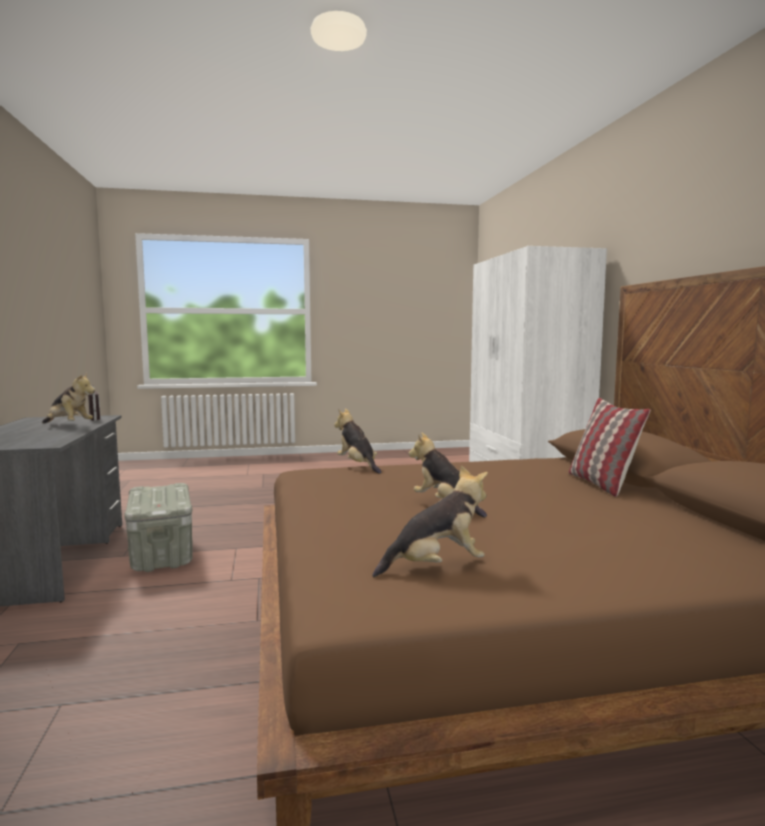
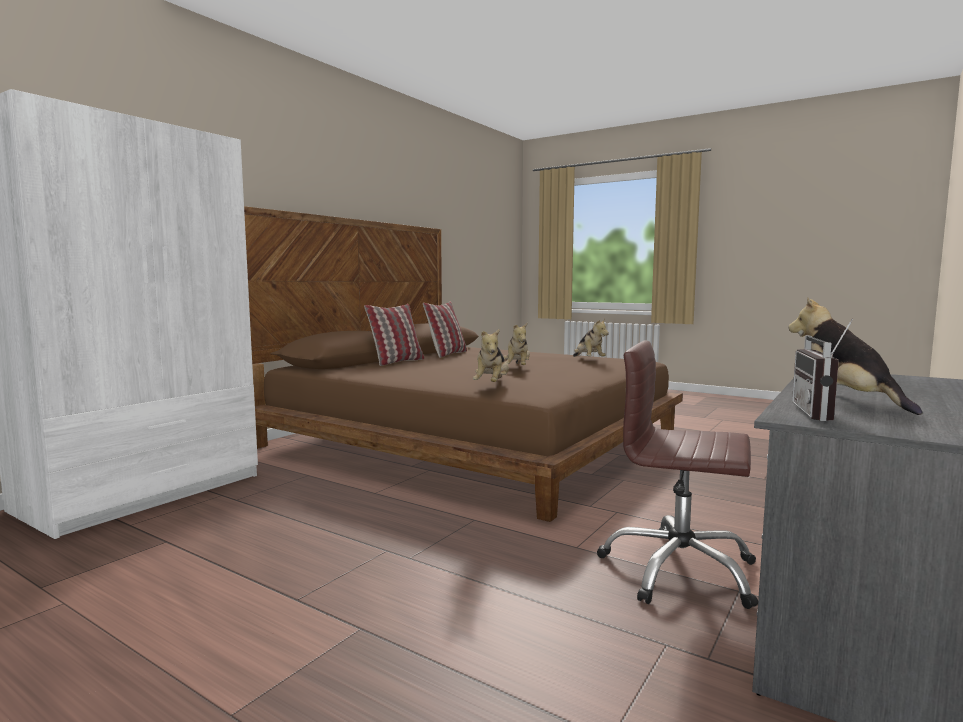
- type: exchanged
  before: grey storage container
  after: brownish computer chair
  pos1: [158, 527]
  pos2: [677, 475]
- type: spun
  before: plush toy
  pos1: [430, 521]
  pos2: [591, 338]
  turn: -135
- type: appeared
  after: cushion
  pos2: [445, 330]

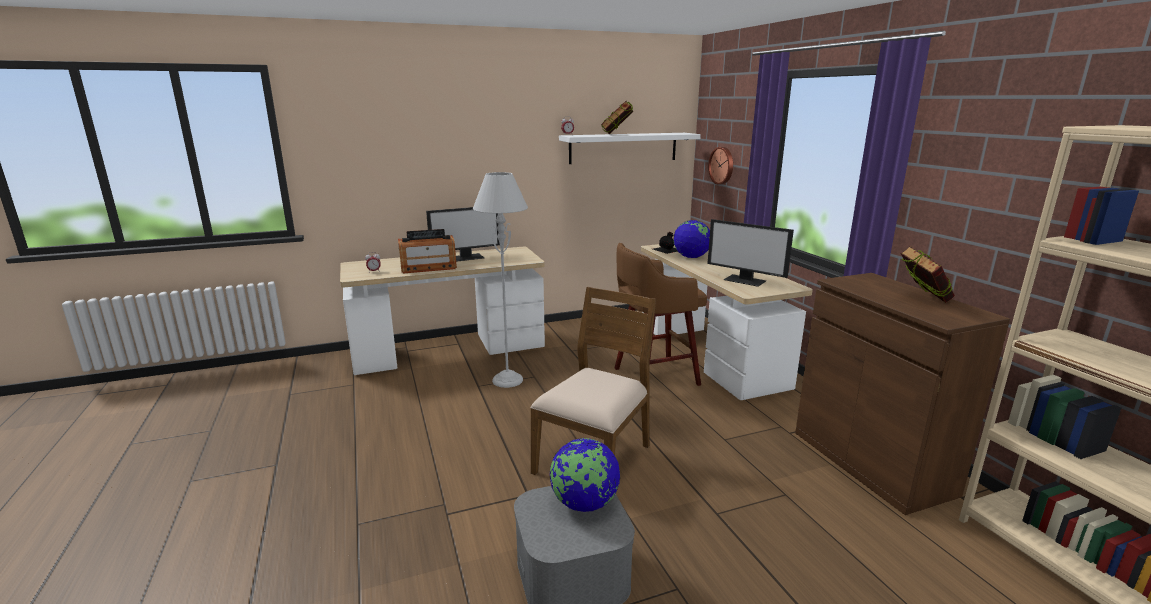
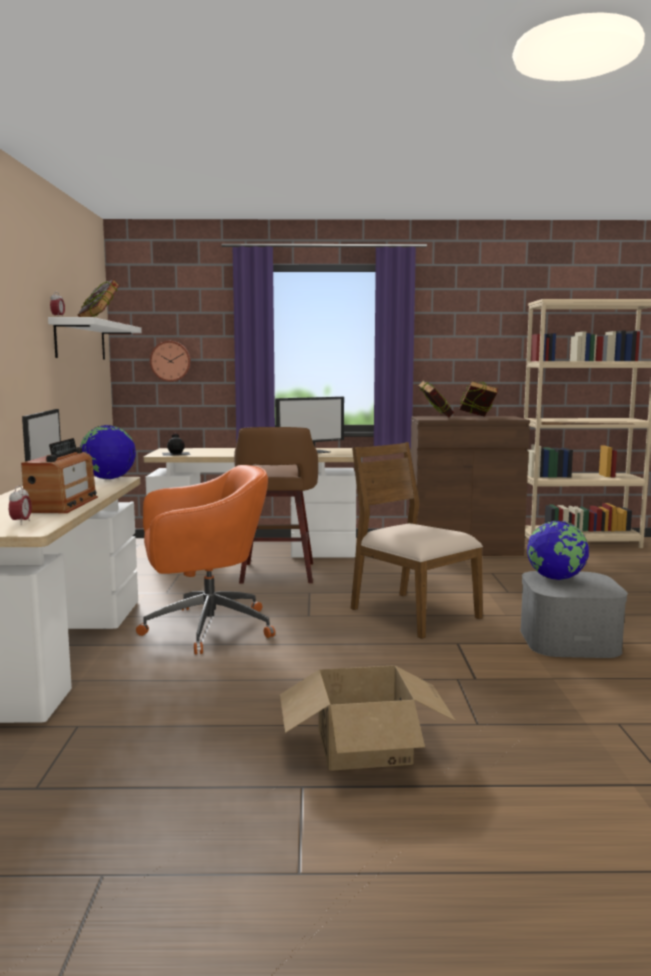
- type: exchanged
  before: grey standing lamp
  after: orange-coloured computer chair
  pos1: [500, 280]
  pos2: [205, 560]
- type: relocated
  before: globe
  pos1: [691, 239]
  pos2: [108, 452]
- type: appeared
  after: cardboard box
  pos2: [367, 718]
- type: appeared
  after: bound book
  pos2: [436, 398]

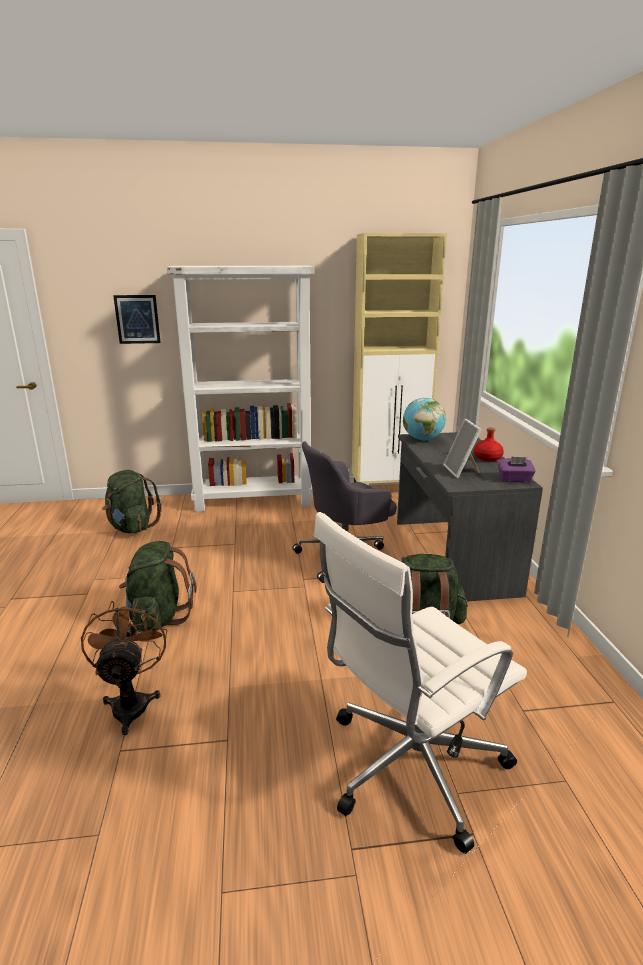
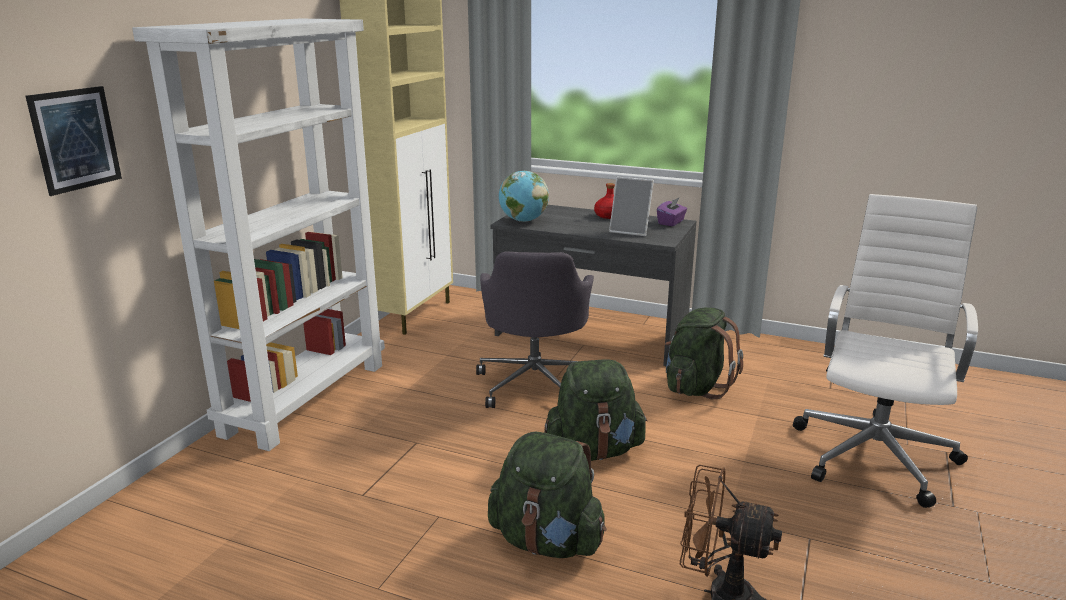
- type: relocated
  before: greenish knapsack
  pos1: [132, 501]
  pos2: [595, 410]
- type: spun
  before: white computer chair
  pos1: [420, 683]
  pos2: [885, 351]
  turn: -150

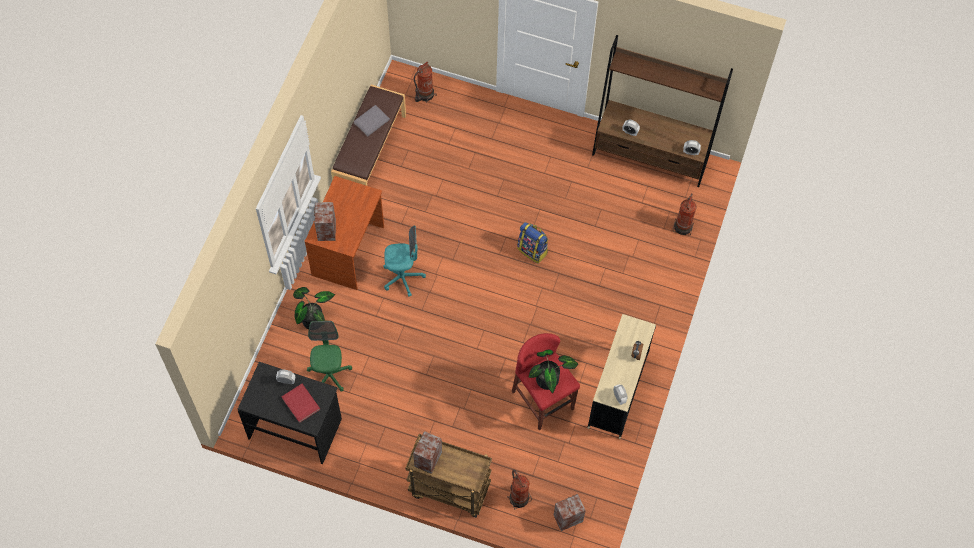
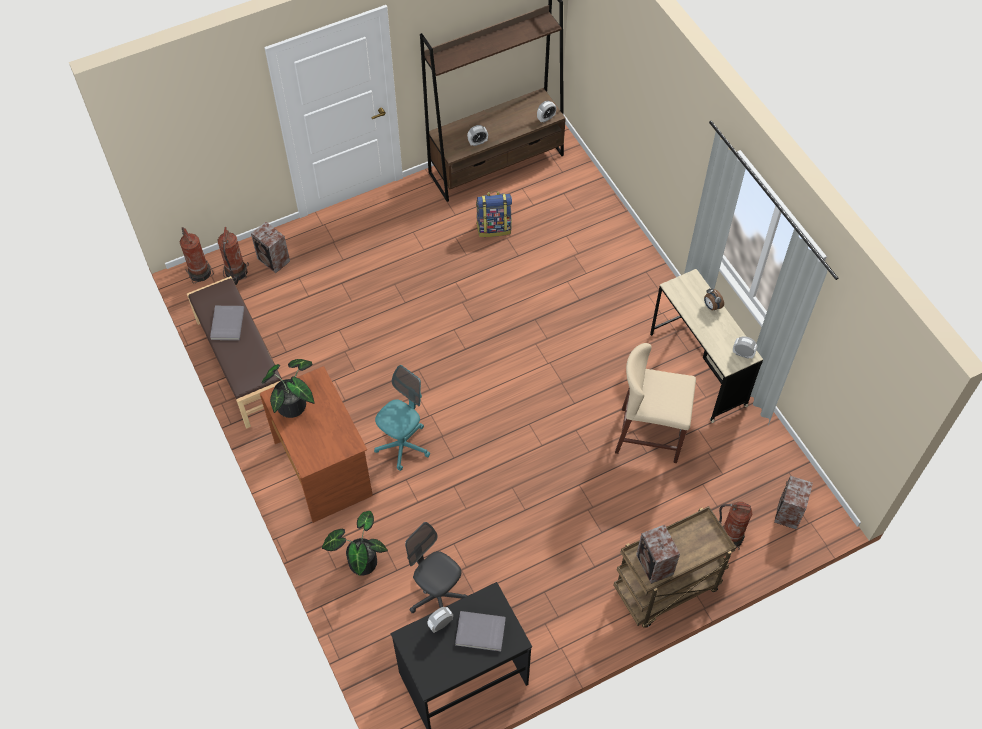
- type: colour
  before: reddish bound book
  after: grey bound book
  pos1: [300, 403]
  pos2: [480, 631]
- type: colour
  before: greenish computer chair
  after: grey computer chair
  pos1: [329, 356]
  pos2: [436, 567]
- type: relocated
  before: speaker
  pos1: [325, 221]
  pos2: [270, 247]
- type: colour
  before: reddish sitting stool
  after: sand-coloured sitting stool
  pos1: [546, 381]
  pos2: [655, 403]
- type: relocated
  before: knapsack
  pos1: [533, 243]
  pos2: [494, 214]
- type: relocated
  before: plant in a pot
  pos1: [553, 372]
  pos2: [288, 388]
- type: relocated
  before: fire extinguisher
  pos1: [684, 214]
  pos2: [197, 255]

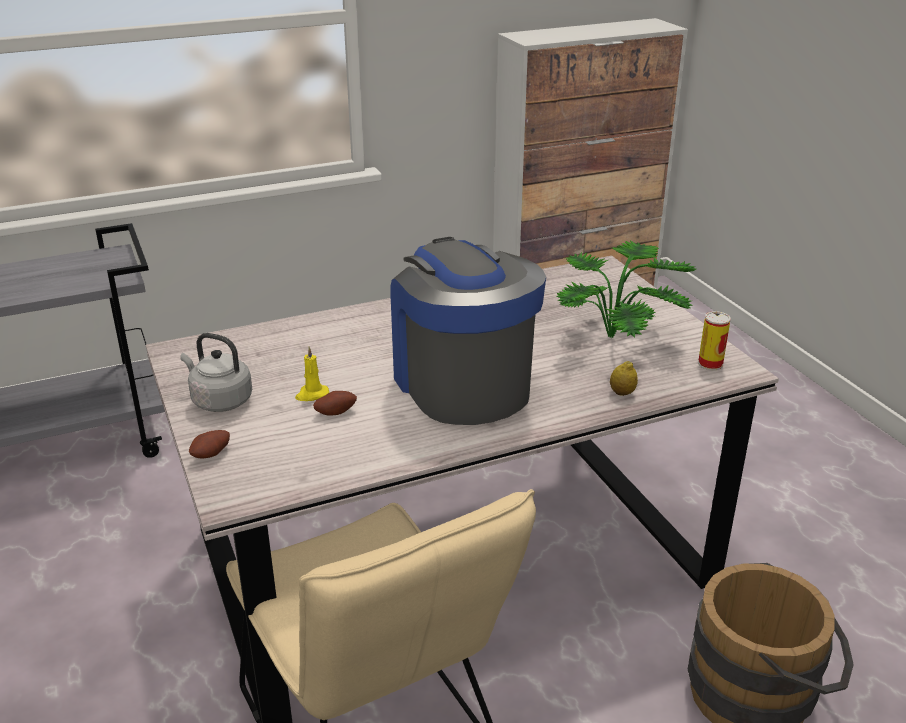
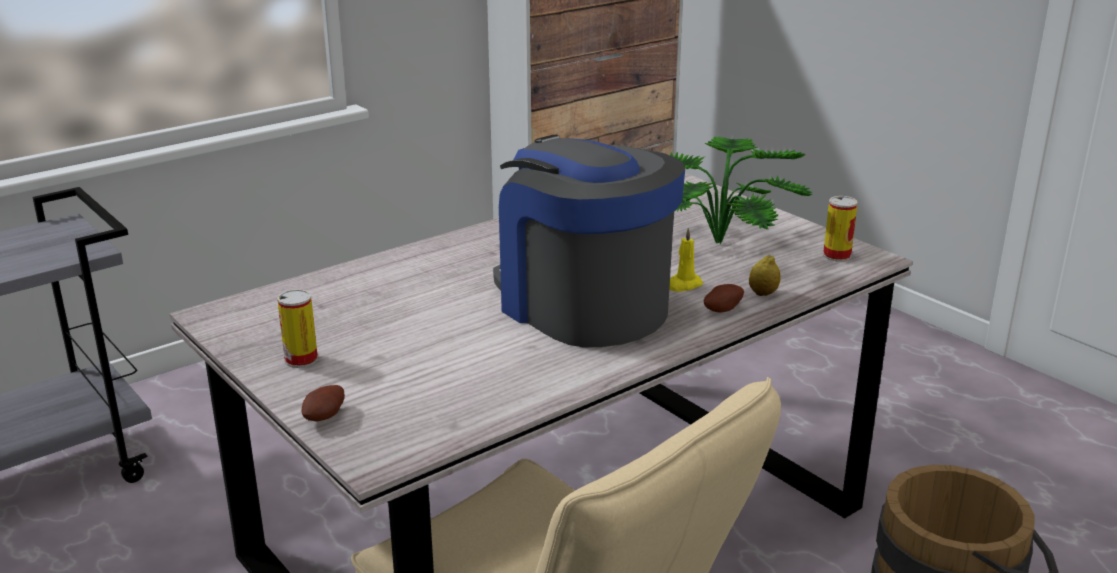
- type: exchanged
  before: grey tea kettle
  after: sealed can
  pos1: [216, 372]
  pos2: [297, 328]
- type: relocated
  before: yellowish wax light
  pos1: [312, 374]
  pos2: [686, 260]
- type: relocated
  before: whole potato
  pos1: [335, 403]
  pos2: [724, 298]

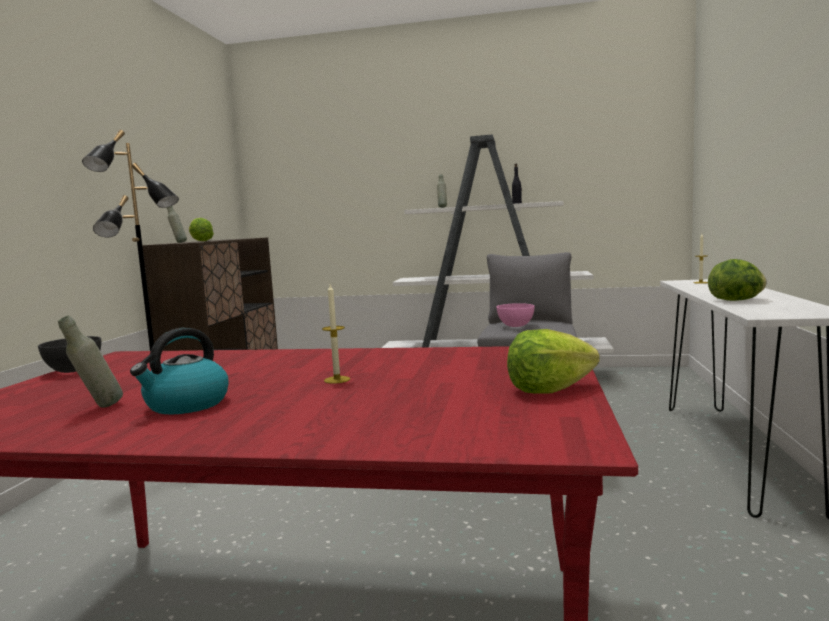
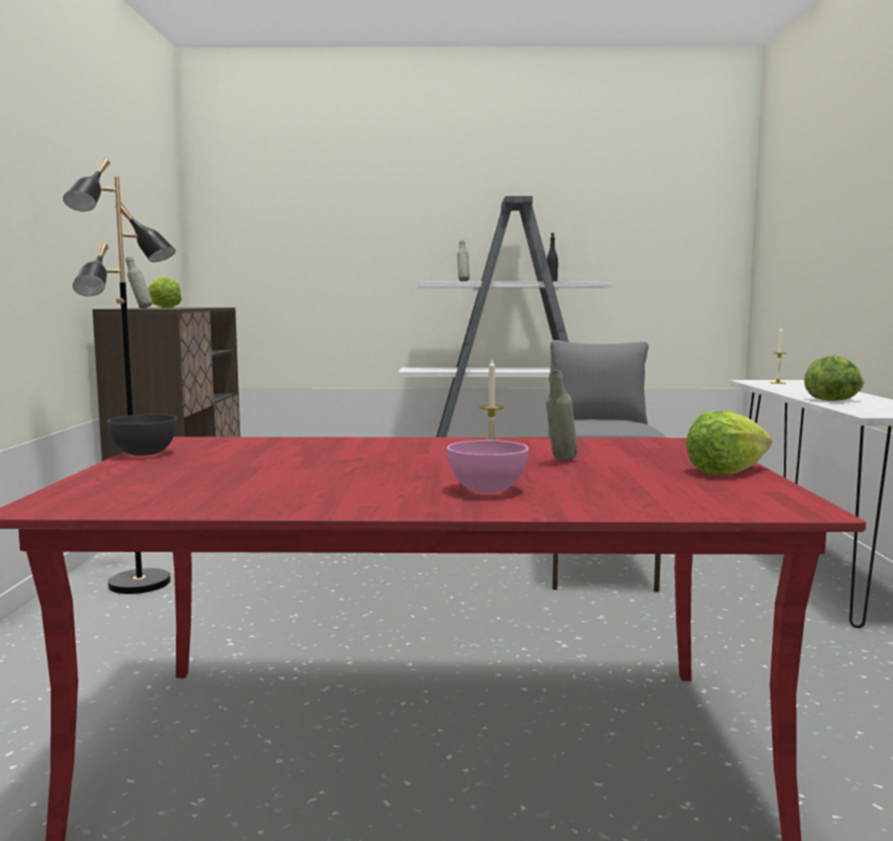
- type: relocated
  before: grey drink bottle
  pos1: [90, 362]
  pos2: [561, 415]
- type: missing
  before: tea kettle
  pos1: [179, 370]
- type: relocated
  before: pink-coloured deep dish
  pos1: [516, 315]
  pos2: [488, 466]

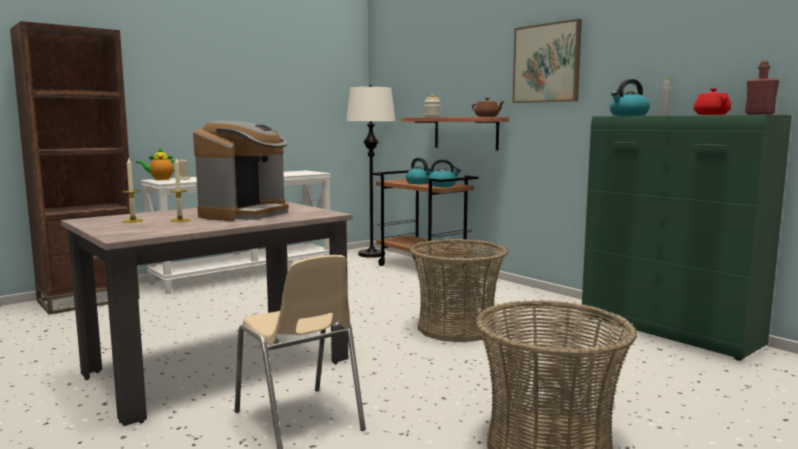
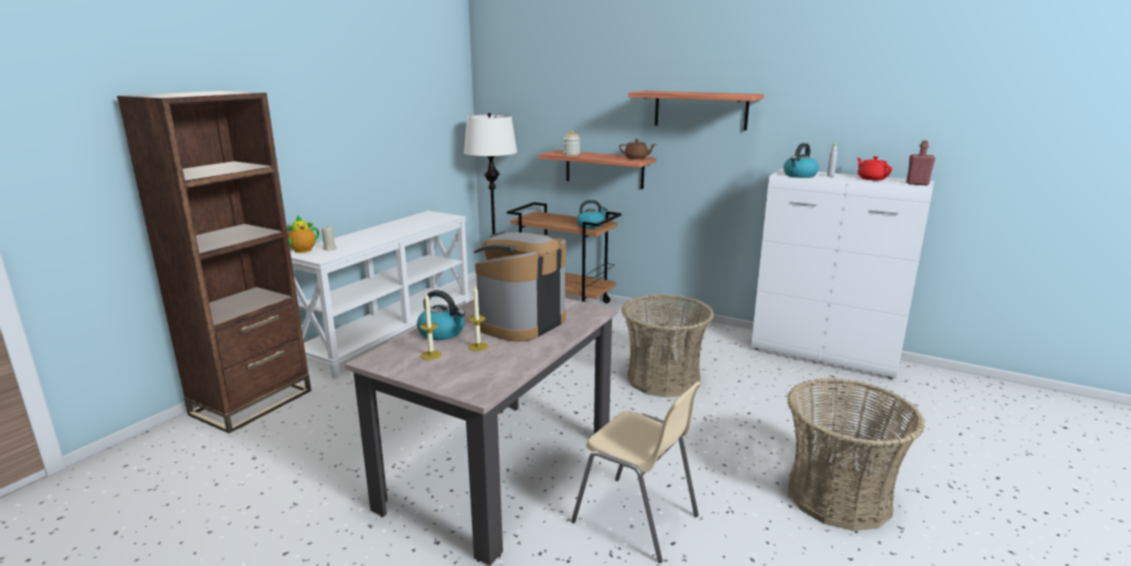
- type: spun
  before: coffee brewer
  pos1: [241, 171]
  pos2: [519, 287]
  turn: -150
- type: relocated
  before: tea kettle
  pos1: [418, 171]
  pos2: [441, 315]
- type: exchanged
  before: picture
  after: wall shelf
  pos1: [547, 61]
  pos2: [696, 111]
- type: colour
  before: greenish cabinet
  after: white cabinet
  pos1: [687, 238]
  pos2: [842, 274]

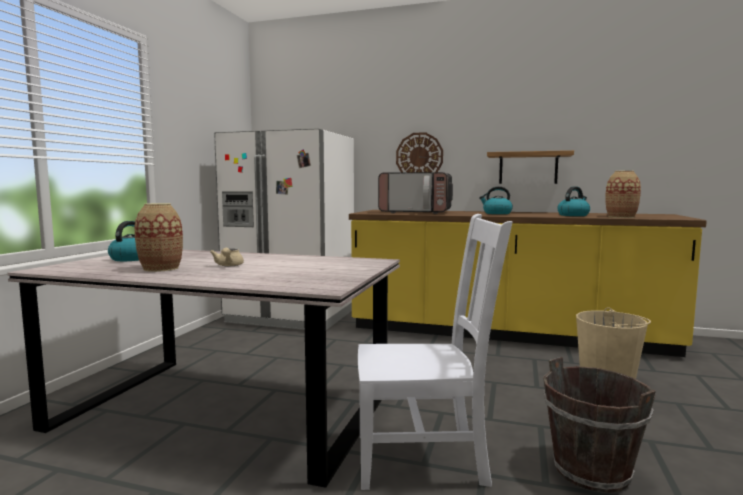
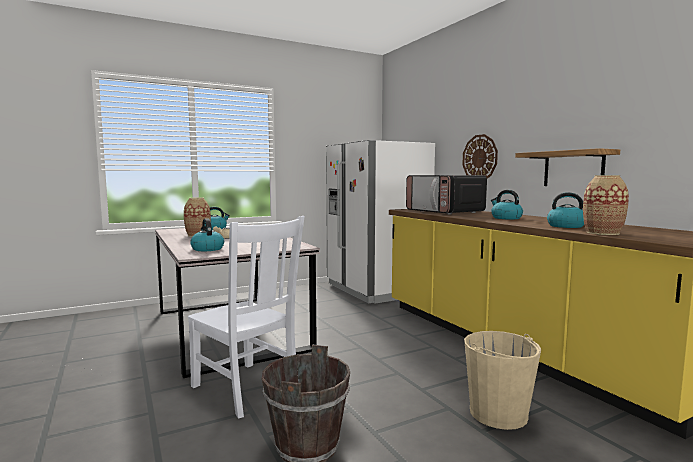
- type: appeared
  after: tea kettle
  pos2: [207, 234]

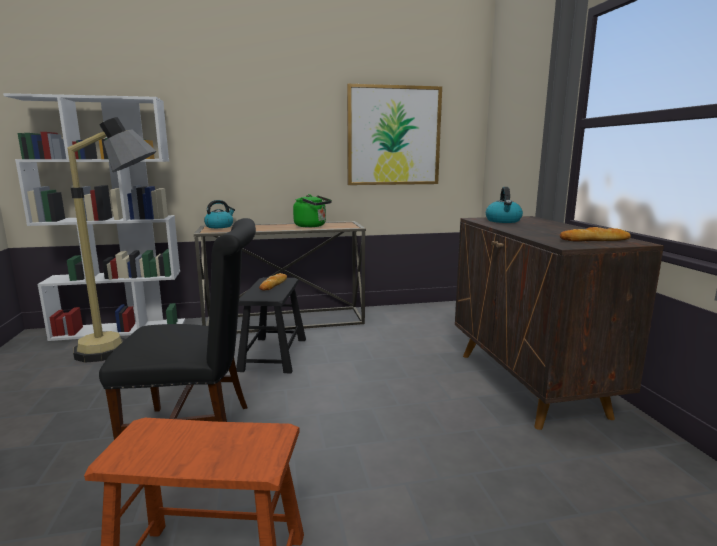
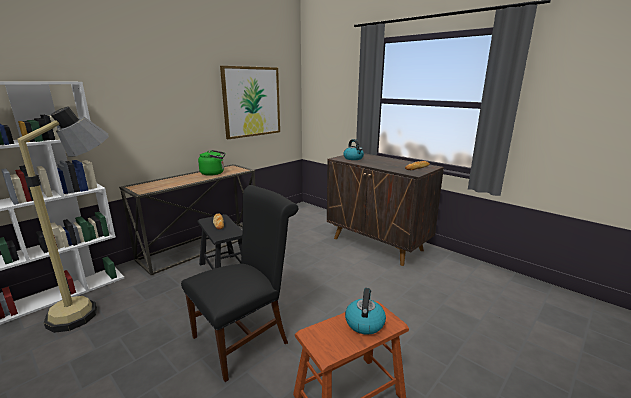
- type: relocated
  before: tea kettle
  pos1: [219, 214]
  pos2: [365, 311]

